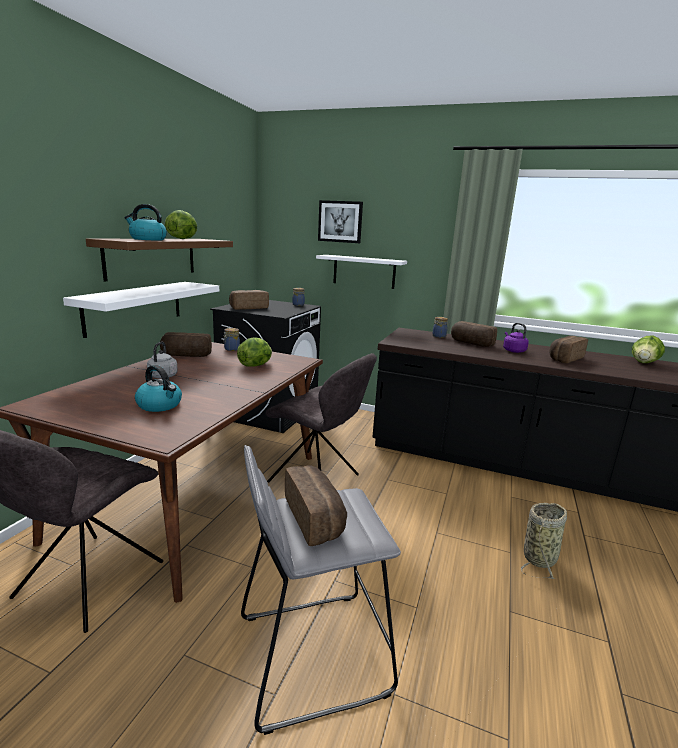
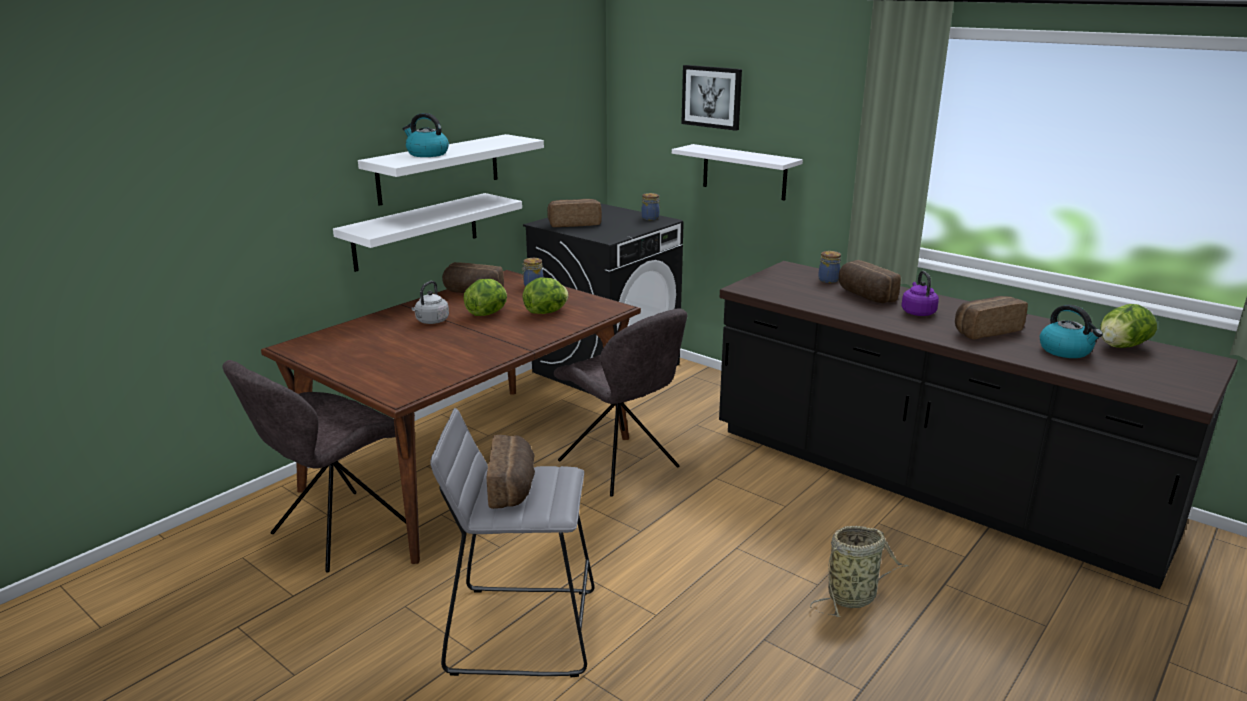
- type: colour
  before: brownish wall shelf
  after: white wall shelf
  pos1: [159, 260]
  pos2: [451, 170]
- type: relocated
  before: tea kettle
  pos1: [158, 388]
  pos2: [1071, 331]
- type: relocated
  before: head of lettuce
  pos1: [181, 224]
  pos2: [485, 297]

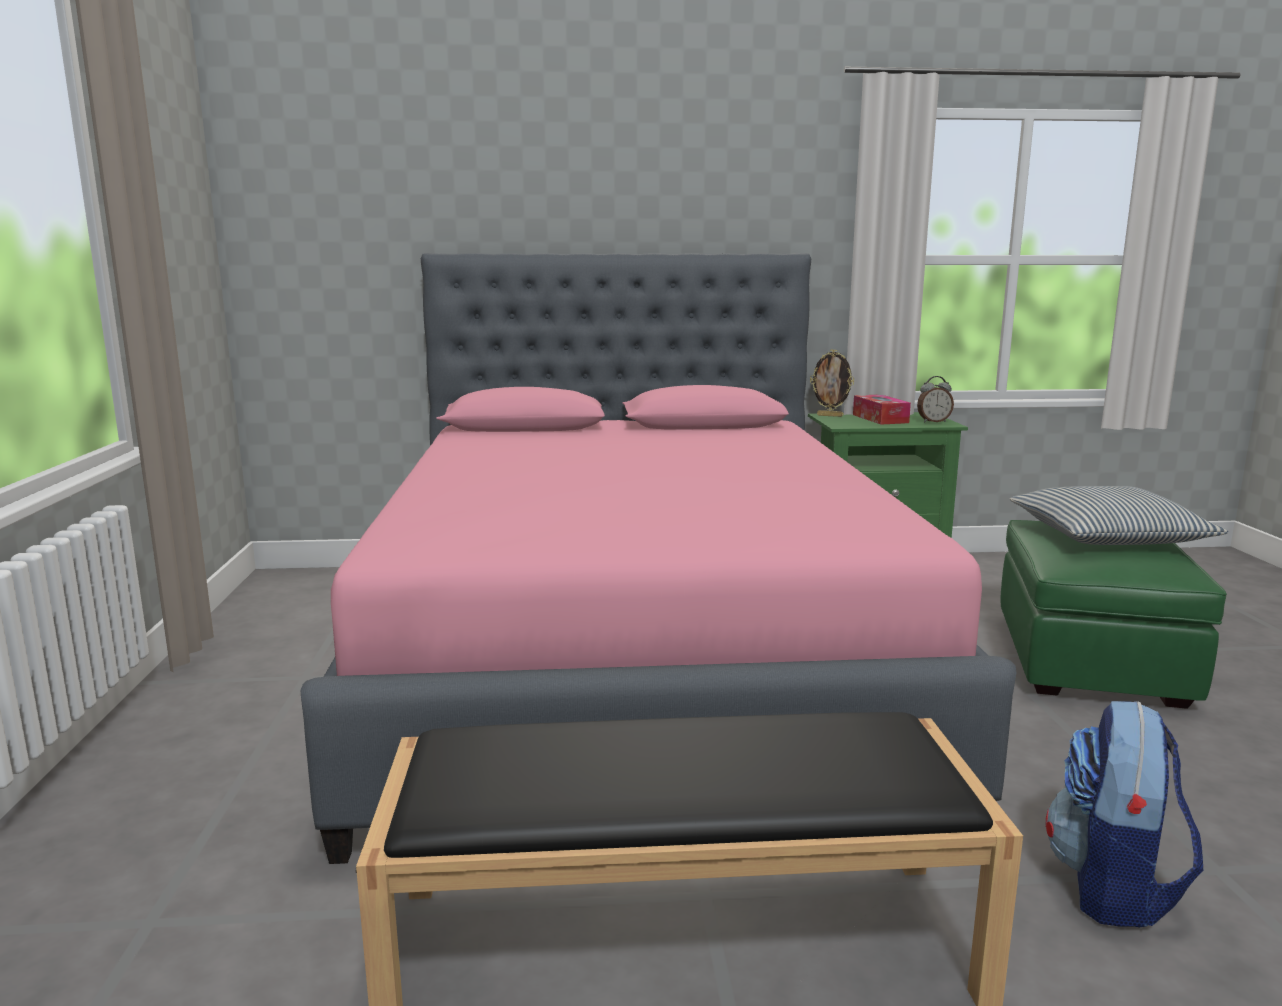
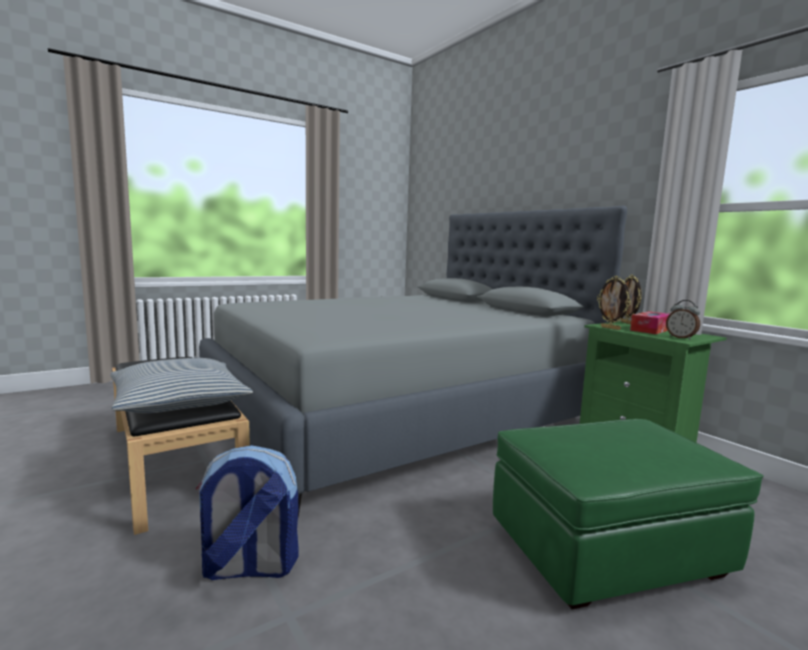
- type: colour
  before: pink-coloured bed
  after: grey bed
  pos1: [659, 558]
  pos2: [413, 361]
- type: relocated
  before: cushion
  pos1: [1119, 515]
  pos2: [181, 385]
- type: appeared
  after: picture frame
  pos2: [614, 303]

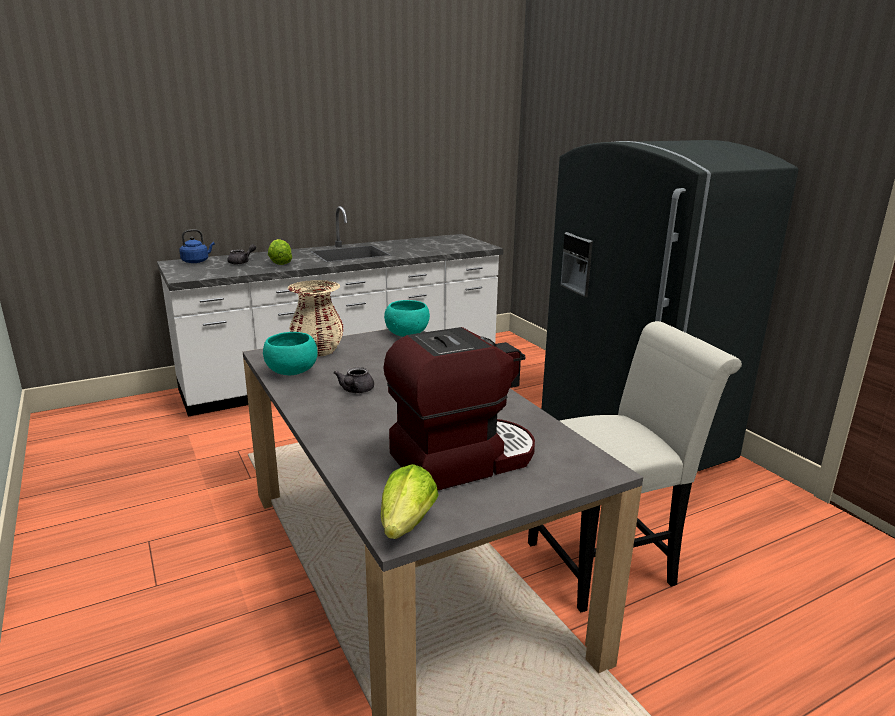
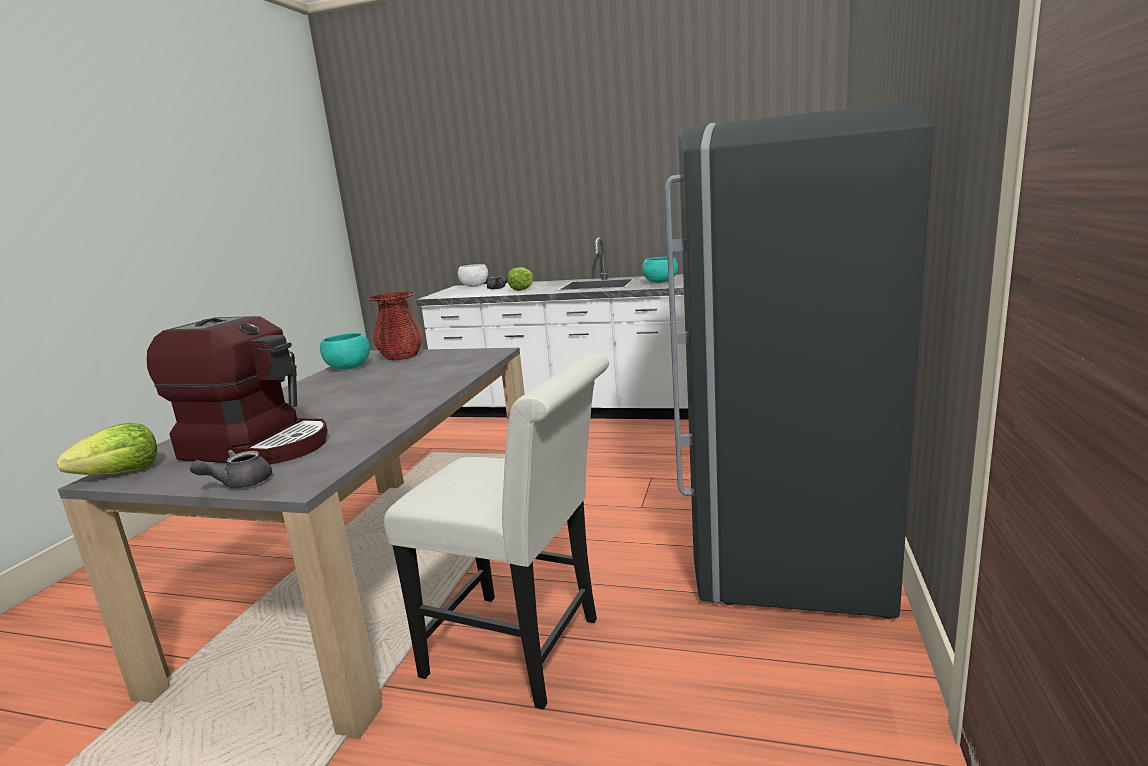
- type: exchanged
  before: blue tea kettle
  after: white deep dish
  pos1: [197, 246]
  pos2: [473, 275]
- type: colour
  before: sand-coloured decorative vase
  after: reddish decorative vase
  pos1: [315, 318]
  pos2: [395, 326]
- type: relocated
  before: grey teapot
  pos1: [354, 380]
  pos2: [231, 469]
- type: relocated
  before: turquoise-coloured deep dish
  pos1: [407, 318]
  pos2: [660, 270]

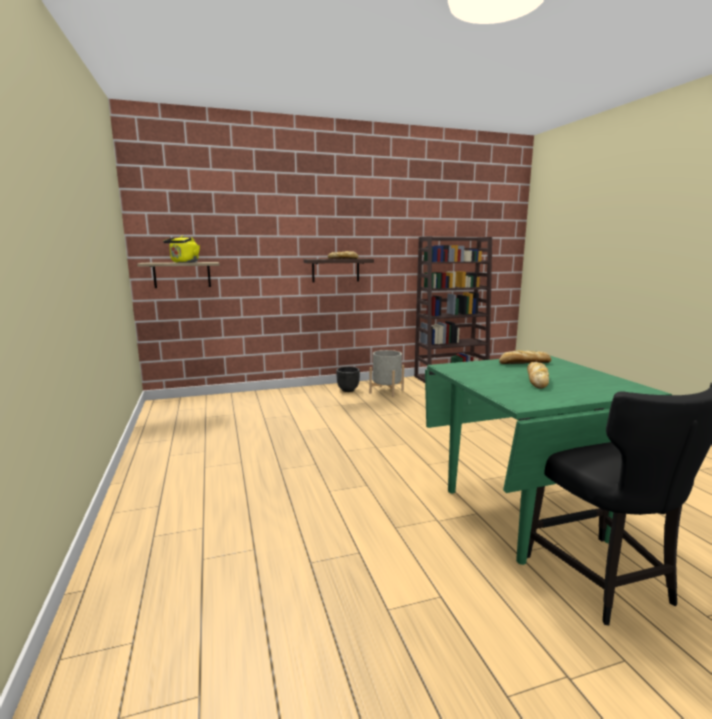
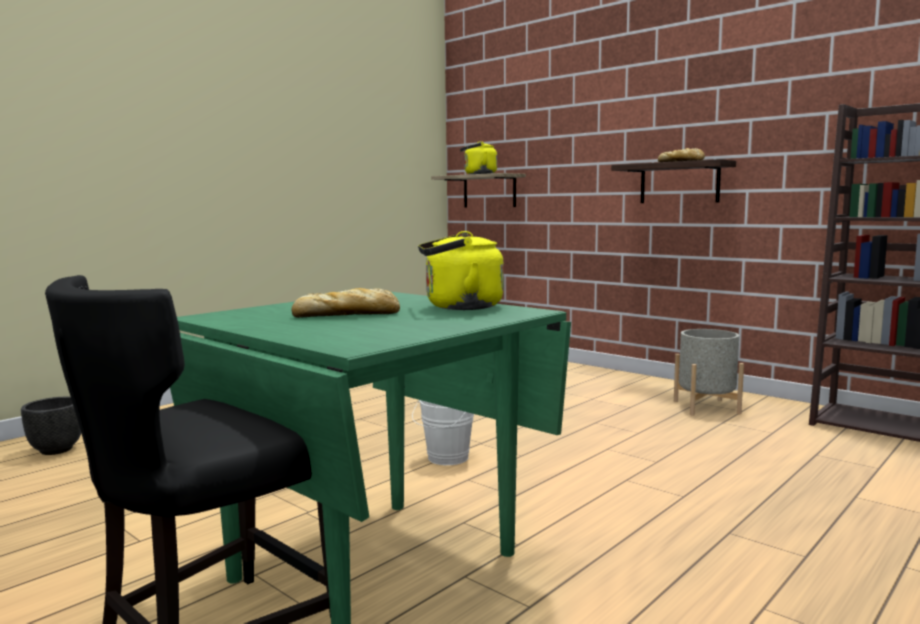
- type: relocated
  before: black flower pot
  pos1: [348, 379]
  pos2: [51, 426]
- type: exchanged
  before: baked bread
  after: yellowish tea kettle
  pos1: [525, 357]
  pos2: [461, 270]
- type: appeared
  after: white bucket
  pos2: [443, 432]

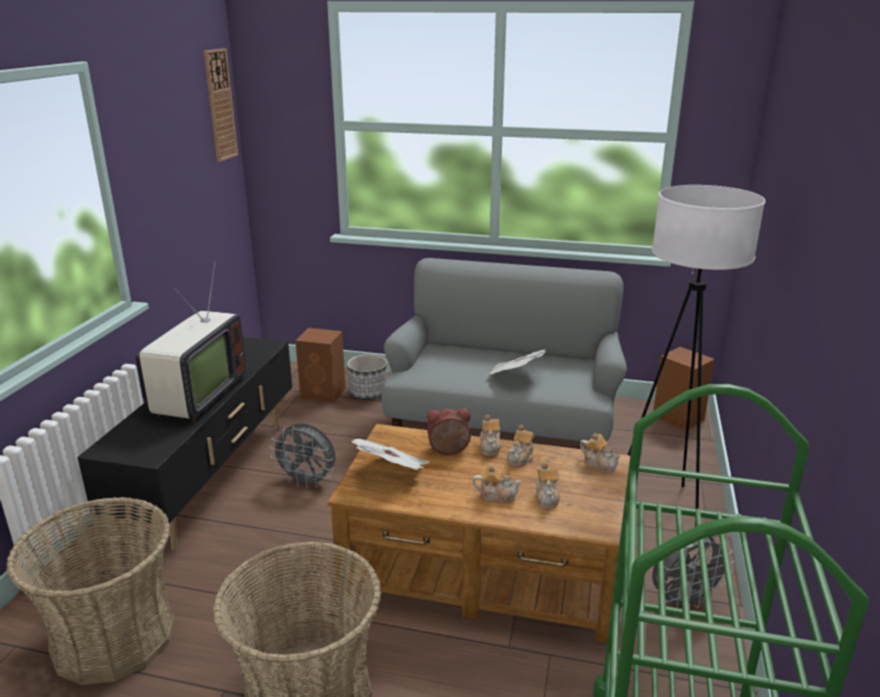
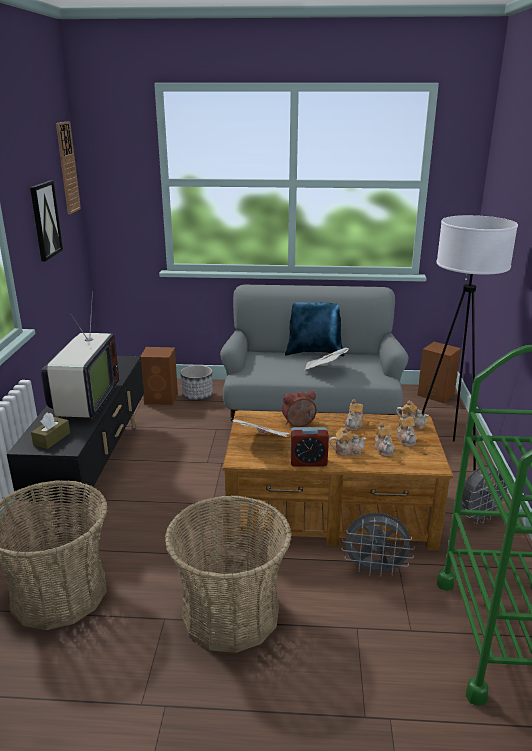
- type: relocated
  before: grey cooling fan
  pos1: [302, 455]
  pos2: [378, 545]
- type: relocated
  before: teapot
  pos1: [491, 435]
  pos2: [407, 430]
- type: appeared
  after: picture
  pos2: [46, 221]
- type: appeared
  after: brownish box of tissues
  pos2: [50, 430]
- type: appeared
  after: blue cushion
  pos2: [314, 329]
- type: appeared
  after: table clock
  pos2: [309, 447]

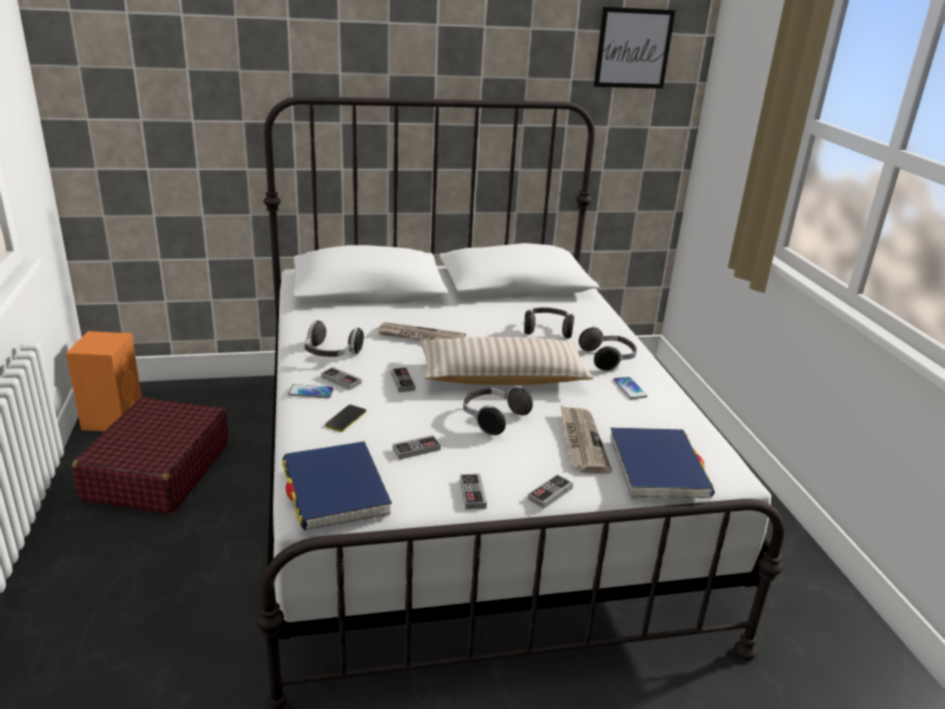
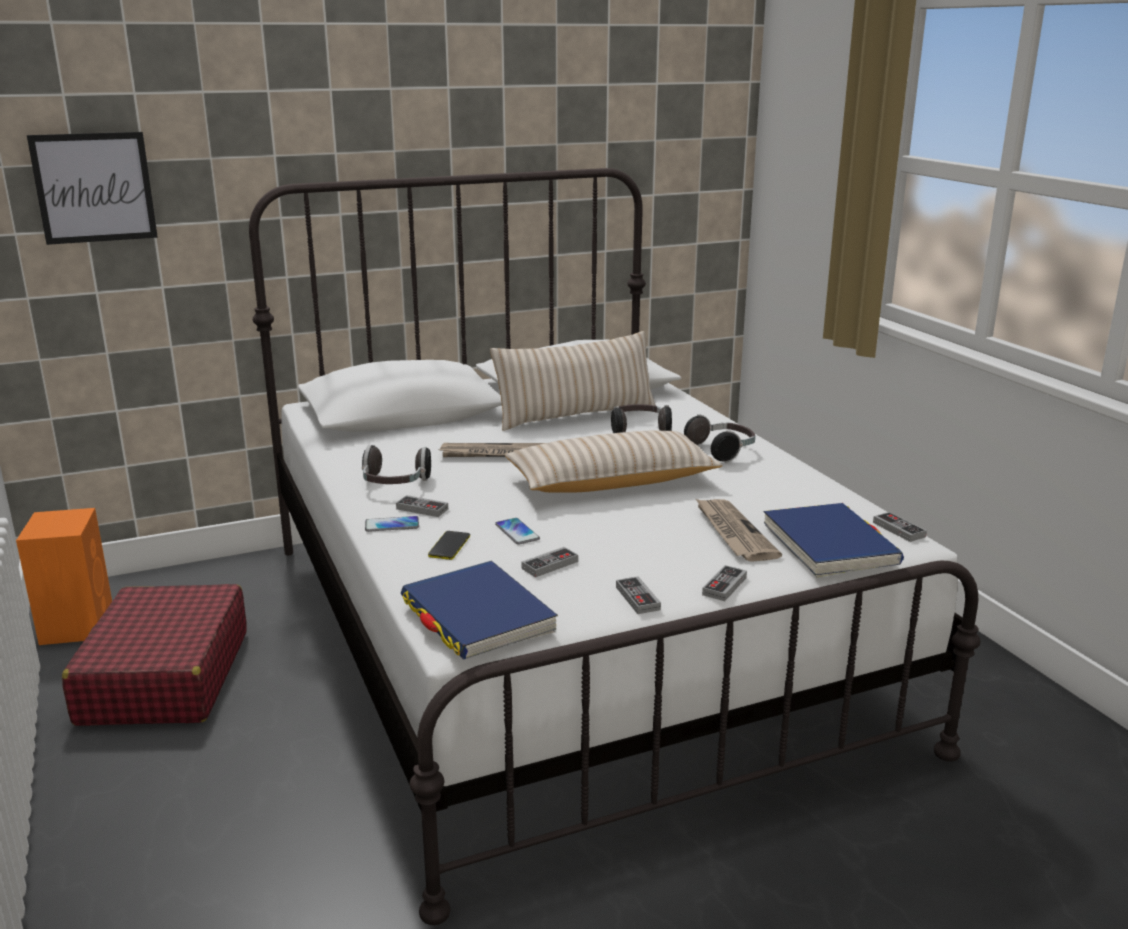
- type: relocated
  before: gamepad
  pos1: [402, 379]
  pos2: [900, 527]
- type: missing
  before: headphones
  pos1: [498, 411]
- type: relocated
  before: picture
  pos1: [634, 48]
  pos2: [92, 188]
- type: relocated
  before: telephone
  pos1: [630, 388]
  pos2: [517, 531]
- type: appeared
  after: sand-coloured cushion
  pos2: [573, 381]

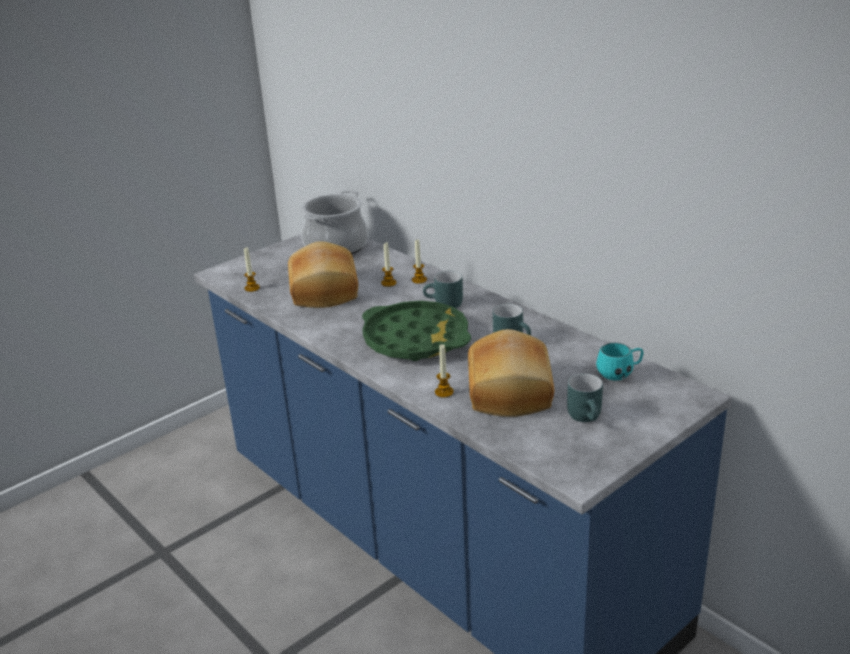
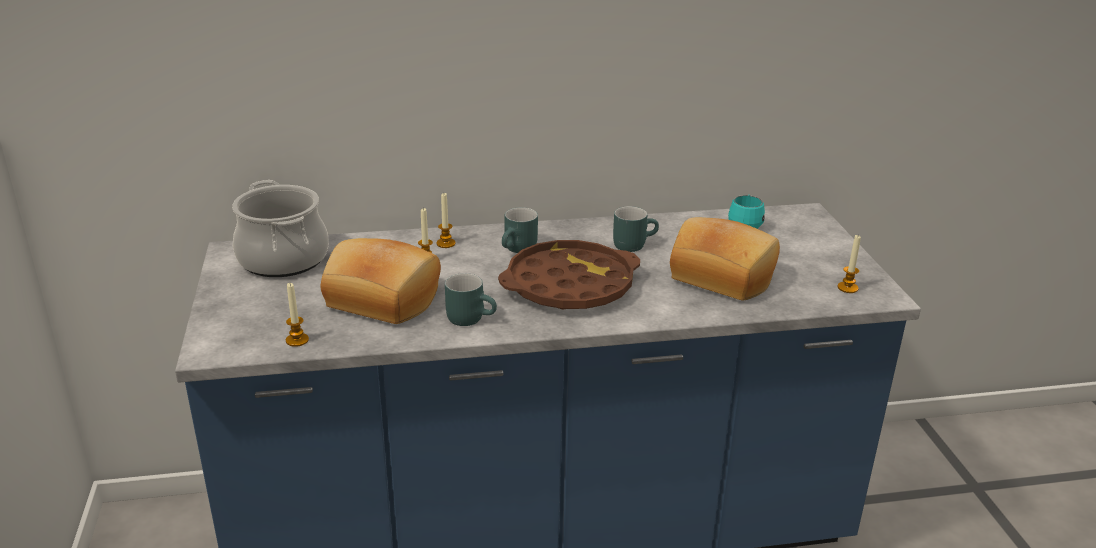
- type: colour
  before: greenish tray
  after: brownish tray
  pos1: [416, 331]
  pos2: [569, 274]
- type: relocated
  before: wax light
  pos1: [444, 371]
  pos2: [849, 264]
- type: relocated
  before: turquoise-coloured coffee mug
  pos1: [585, 398]
  pos2: [471, 299]

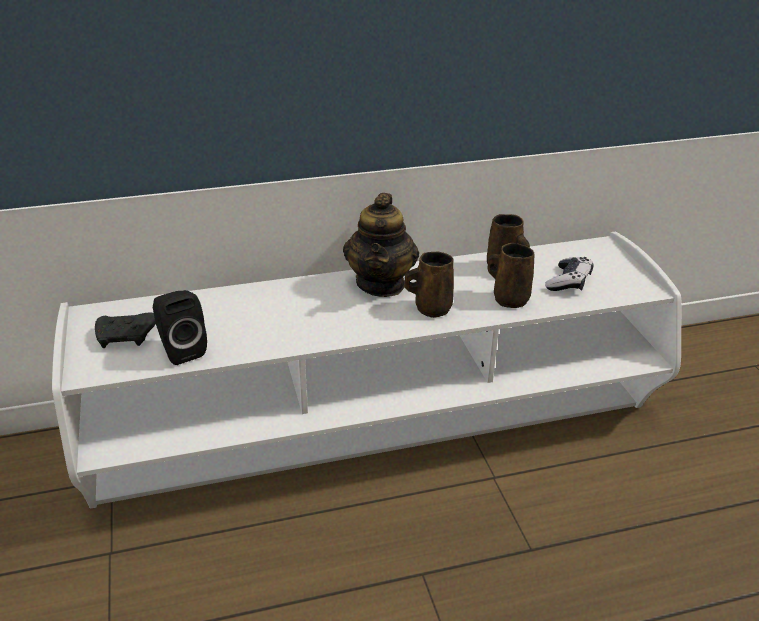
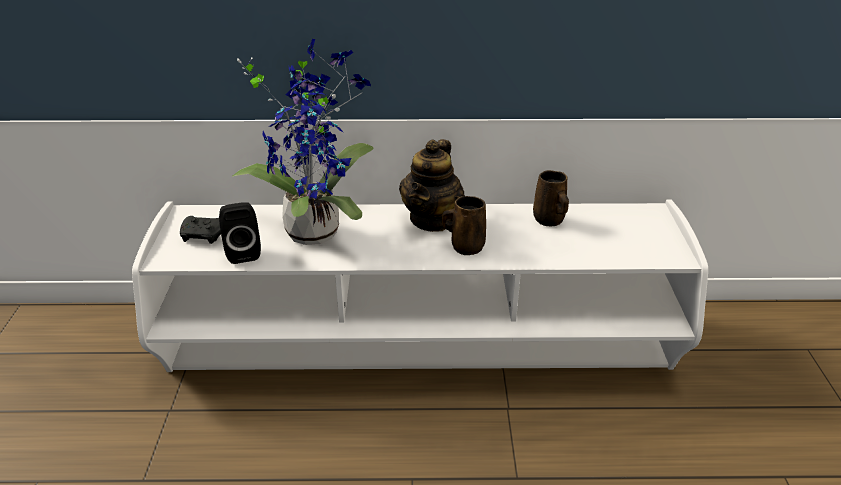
- type: missing
  before: brownish coffee mug
  pos1: [511, 276]
- type: missing
  before: gamepad
  pos1: [569, 274]
- type: appeared
  after: plant in a pot
  pos2: [303, 142]

